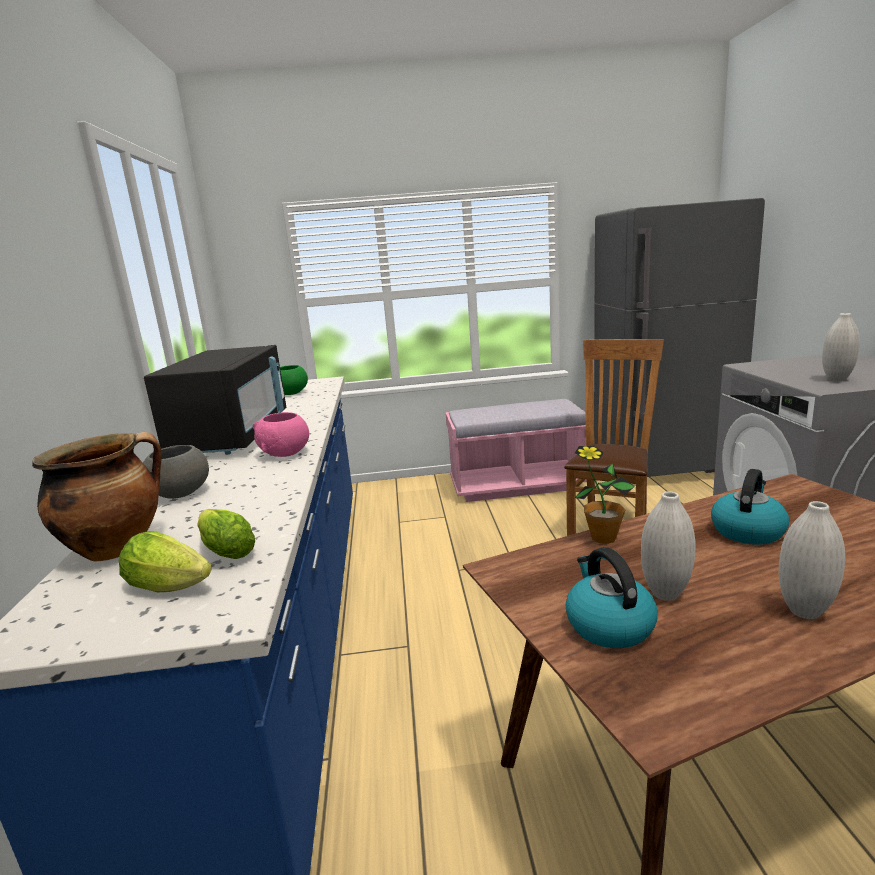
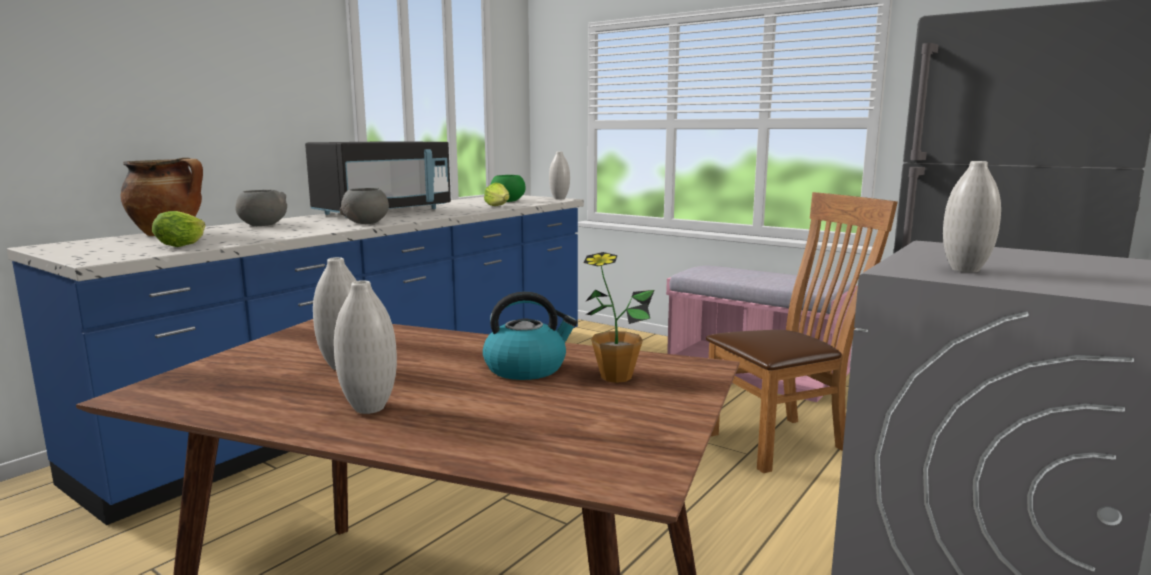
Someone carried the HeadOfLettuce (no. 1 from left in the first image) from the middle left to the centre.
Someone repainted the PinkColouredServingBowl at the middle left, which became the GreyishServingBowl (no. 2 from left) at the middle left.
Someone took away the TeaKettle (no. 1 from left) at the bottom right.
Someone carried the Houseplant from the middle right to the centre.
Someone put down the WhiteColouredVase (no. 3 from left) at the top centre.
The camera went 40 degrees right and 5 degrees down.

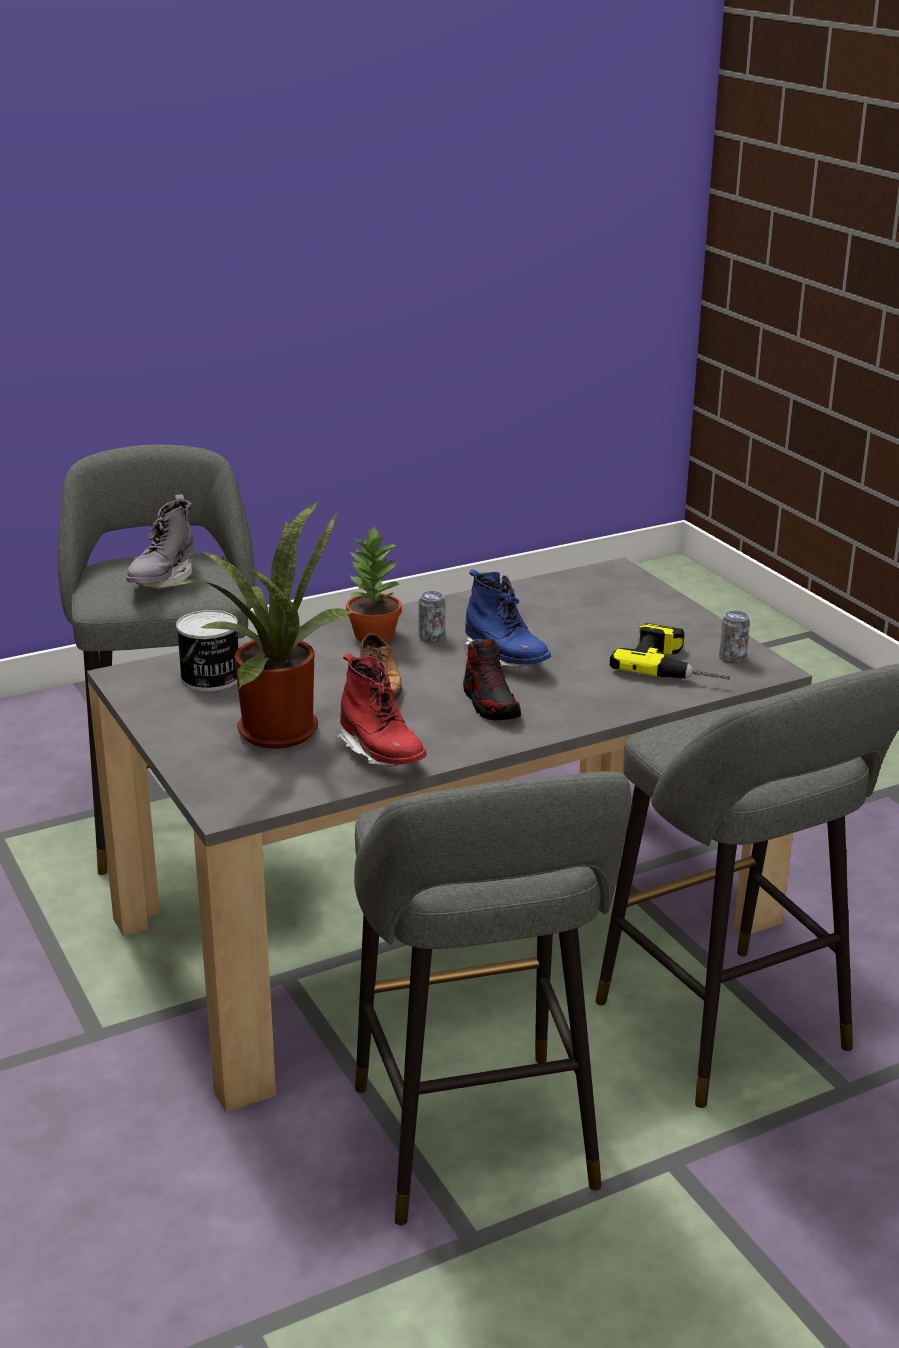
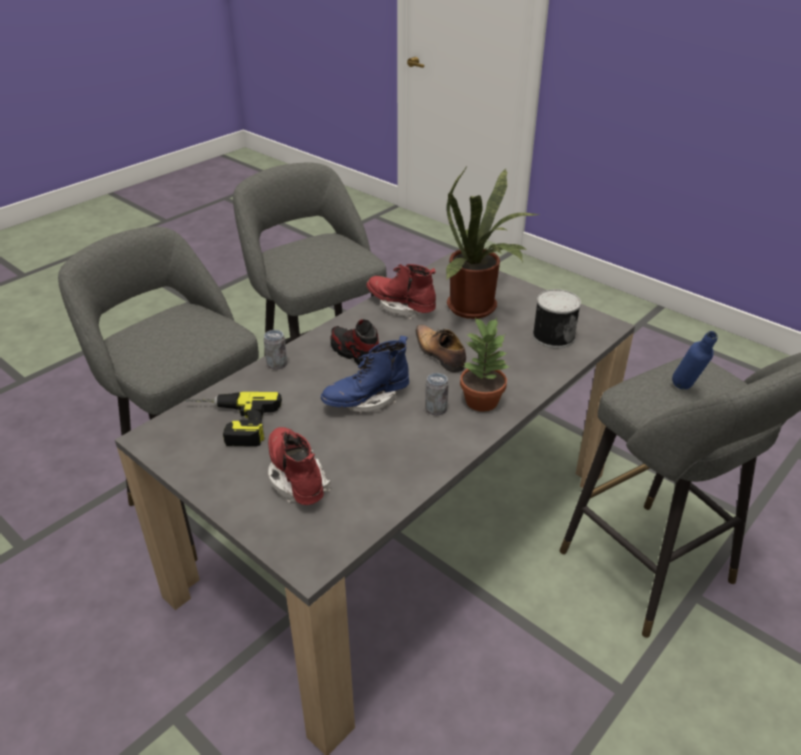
Someone swapped the GreyishBoot at the middle left for the BluishDrinkBottle at the middle right.
Someone rotated the BluishBoot at the centre by 60 degrees counterclockwise.
Someone carried the MetalCan (no. 3 from left in the first image) from the middle right to the centre.
Someone put down the ReddishBoot (no. 1 from left) at the centre.
The camera went 160 degrees right and 10 degrees up.

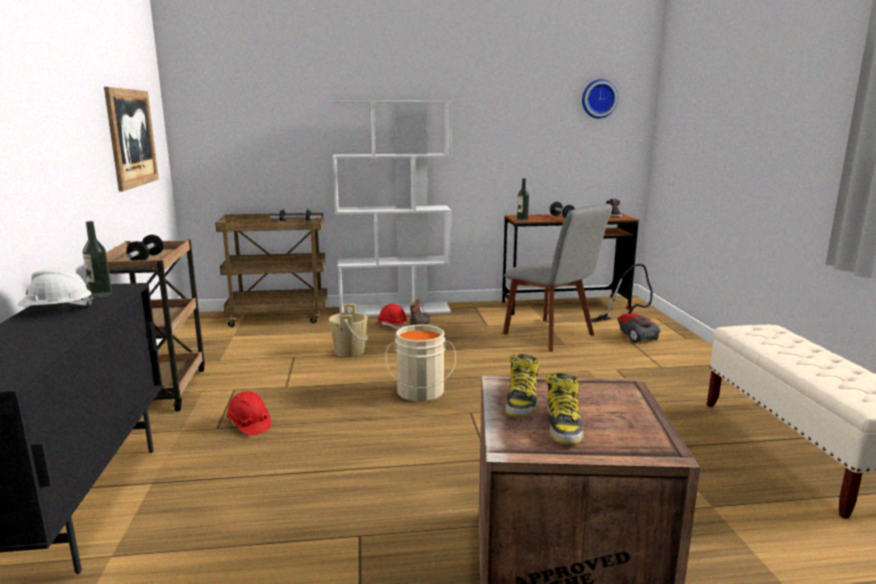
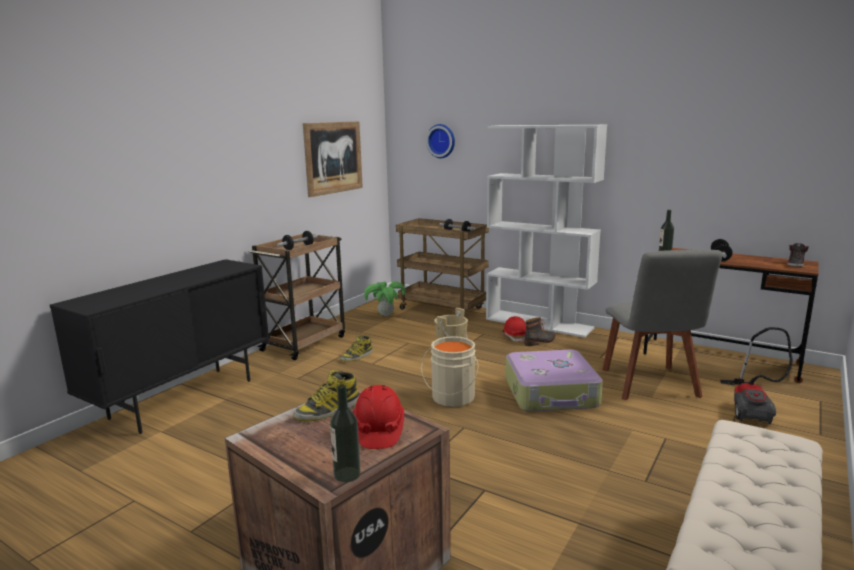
Someone took away the WhiteColouredWorkHelmet at the middle left.
Someone carried the DrinkBottle (no. 1 from left) from the middle left to the bottom centre.
Someone carried the ReddishWorkHelmet (no. 1 from left) from the bottom left to the bottom centre.
Someone carried the Boot (no. 3 from left in the first image) from the bottom centre to the centre.
Someone carried the WallClock from the top right to the top centre.
Someone put down the Houseplant at the centre.
Someone put down the TravelCase at the bottom centre.
The camera went 40 degrees right and 0 degrees up.

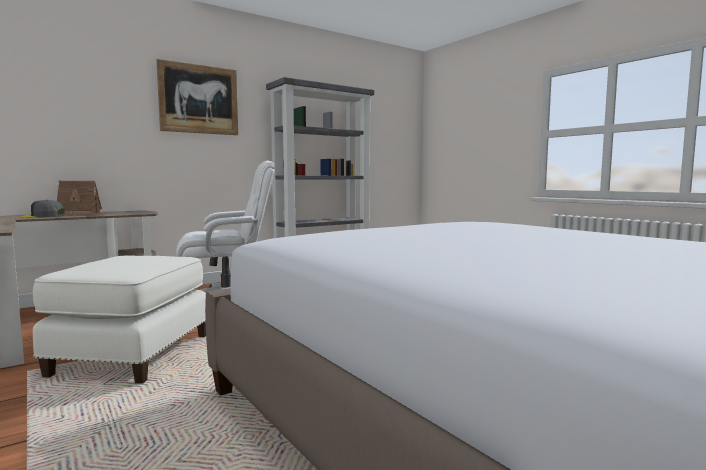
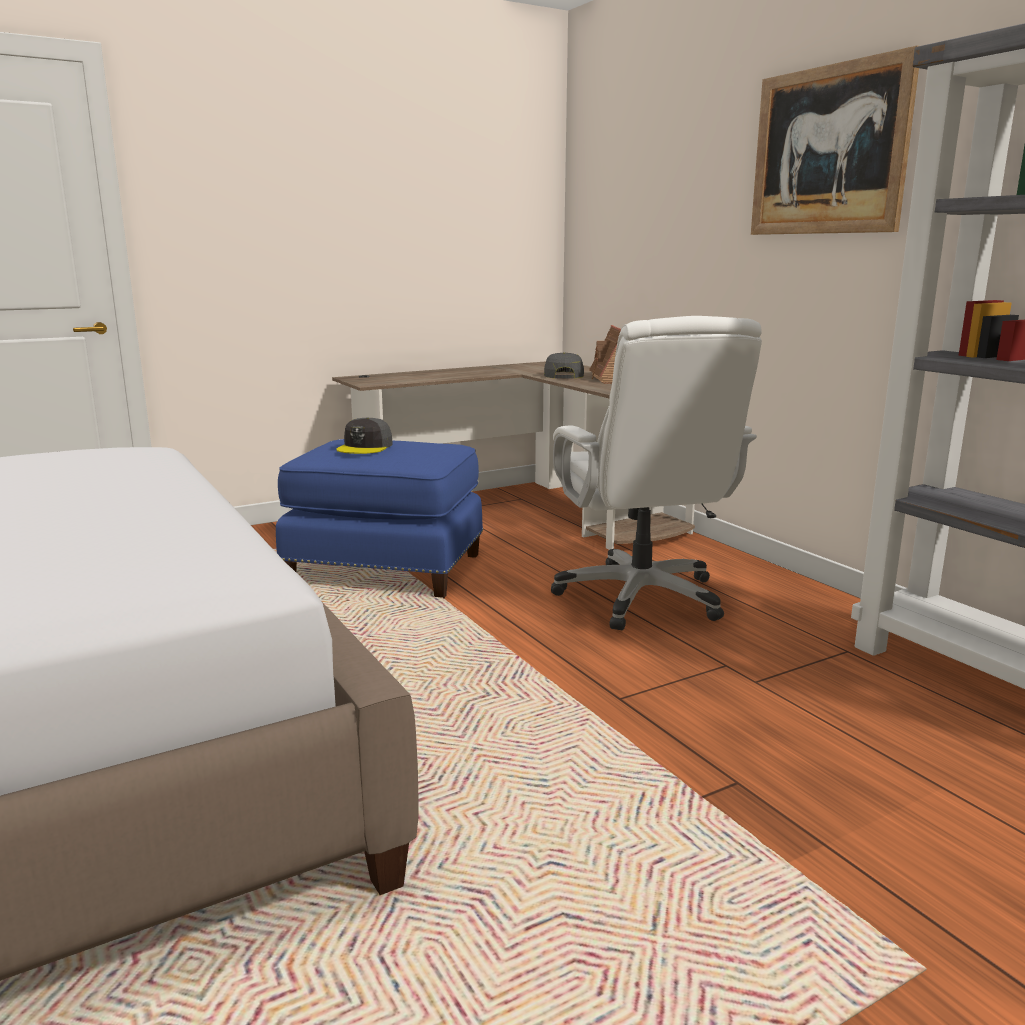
Someone repainted the WhiteColouredOttoman at the bottom left, which became the BluishOttoman at the centre.
Someone put down the GreyishCap (no. 1 from left) at the centre.
The camera went 95 degrees right and 10 degrees up.

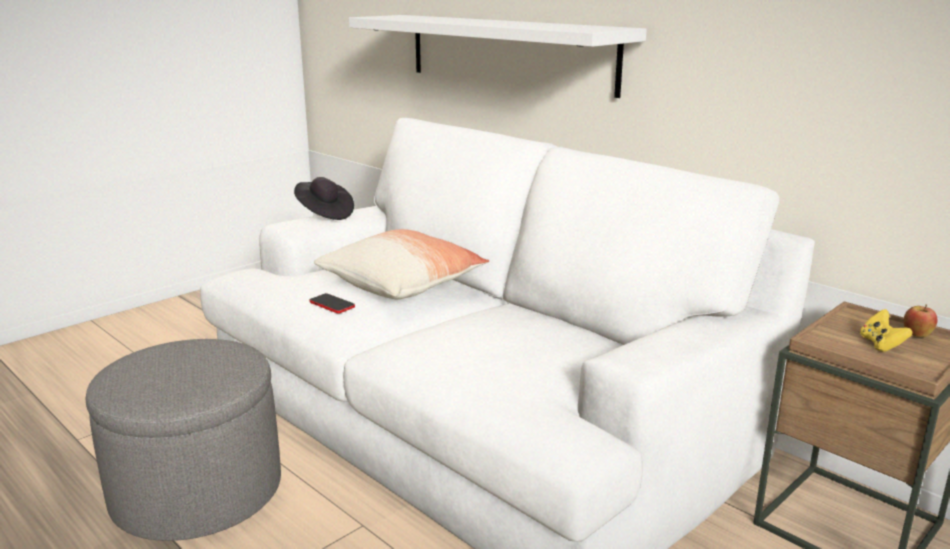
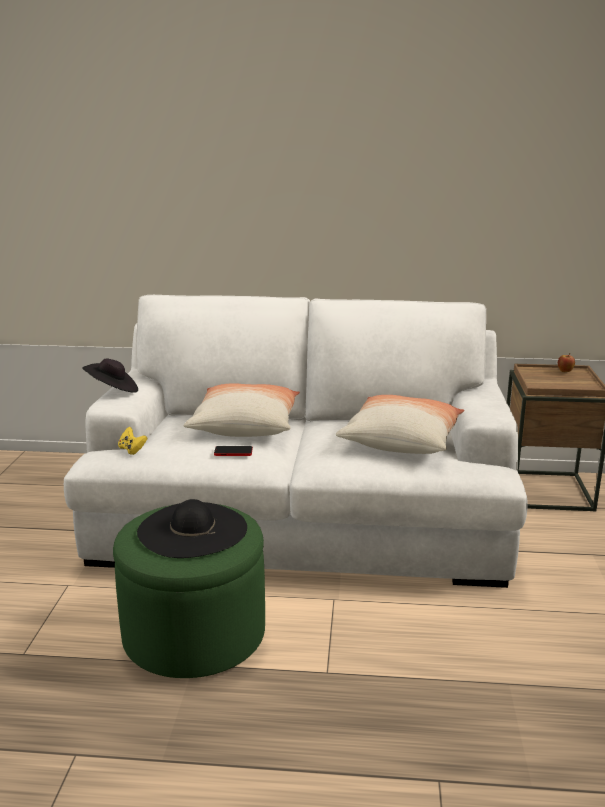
Someone repainted the GreyishOttoman at the bottom left, which became the GreenColouredOttoman at the bottom left.
Someone took away the WhiteColouredWallShelf at the top centre.
Someone carried the YellowColouredGamepad from the middle right to the middle left.
Someone put down the BlackHat (no. 2 from left) at the middle left.
Someone put down the Cushion (no. 2 from left) at the centre.
The camera went 40 degrees left and 0 degrees up.

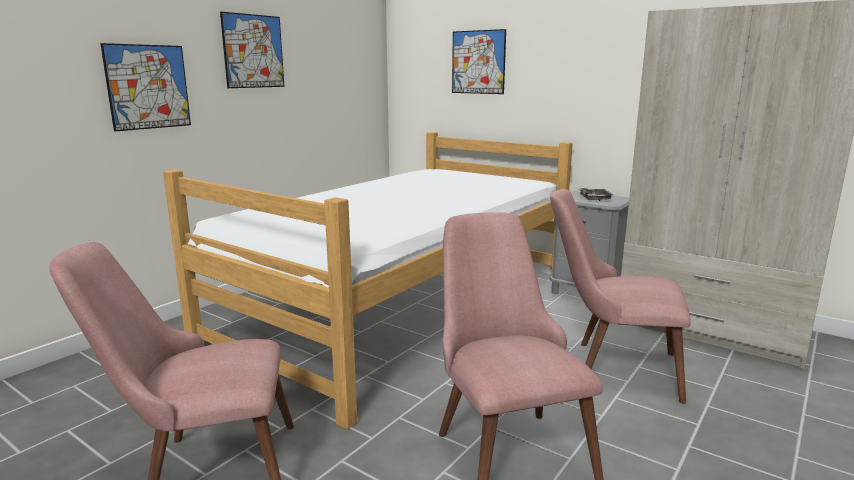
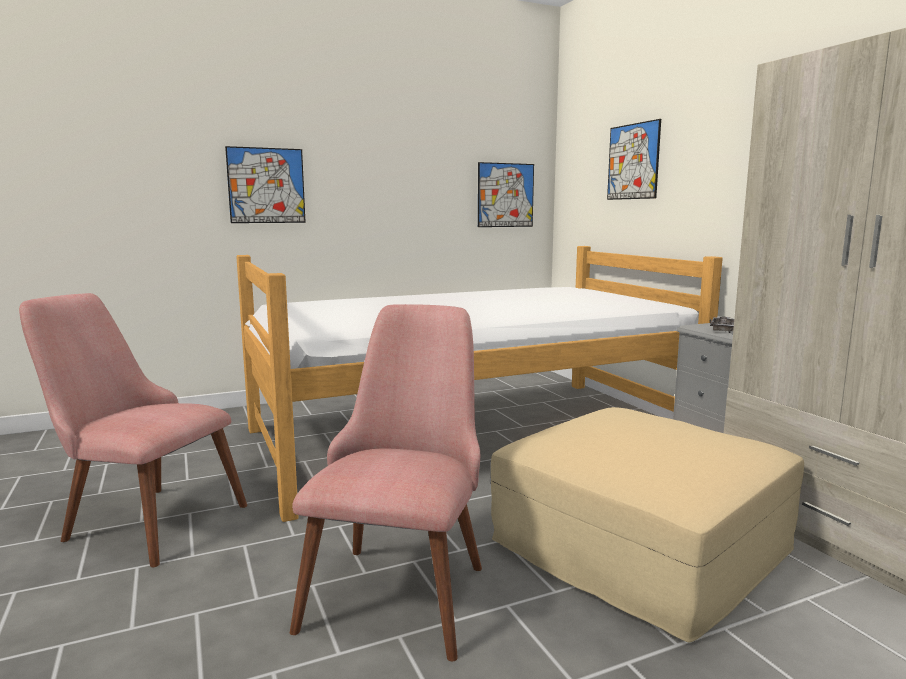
Someone carried the Picture (no. 2 from left) from the top left to the top centre.
Someone swapped the PinkColouredPlainChair (no. 3 from left) at the middle right for the SandColouredOttoman at the bottom right.
The camera went 30 degrees right and 5 degrees down.

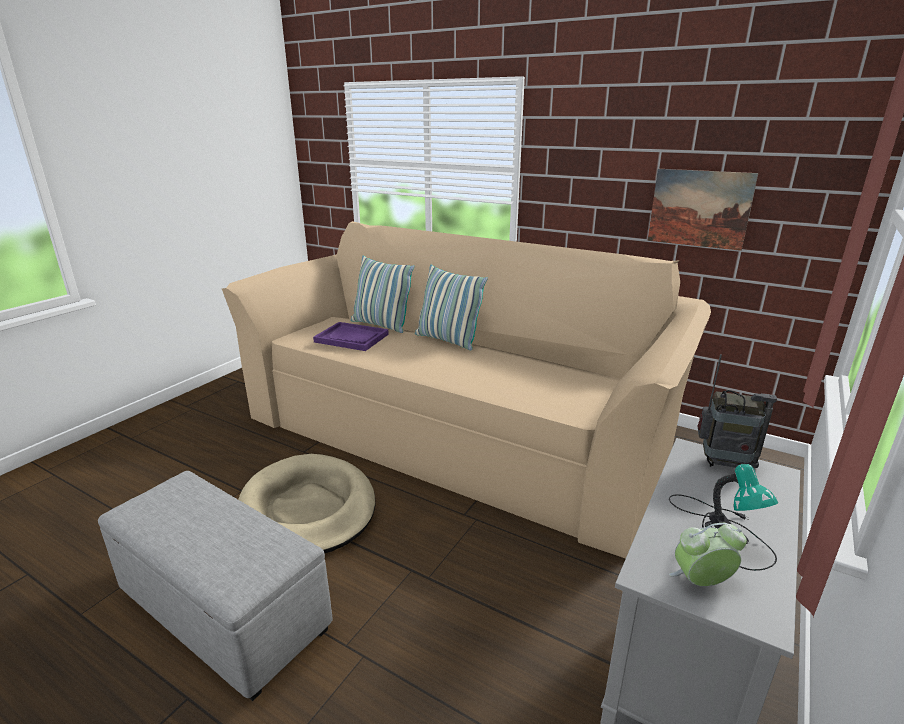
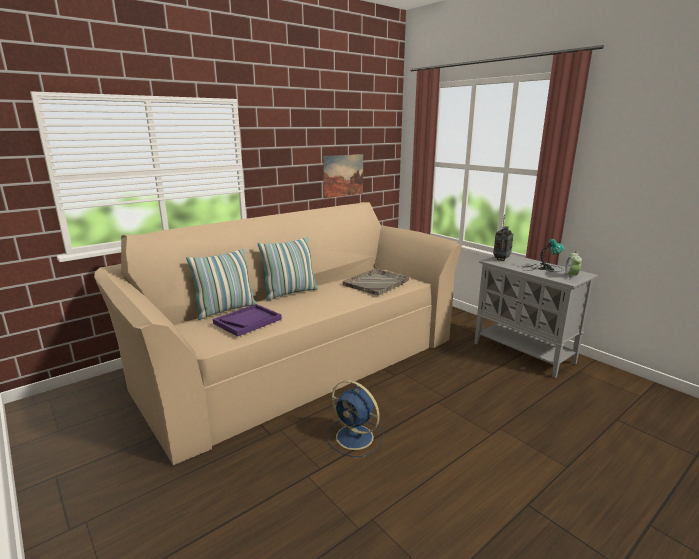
Someone took away the GreyishOttoman at the bottom left.
Someone swapped the SandColouredDogCushion at the bottom centre for the BluishElectricFan at the bottom centre.
Someone put down the GreyishServingTray at the centre.
The camera went 70 degrees left and 5 degrees down.

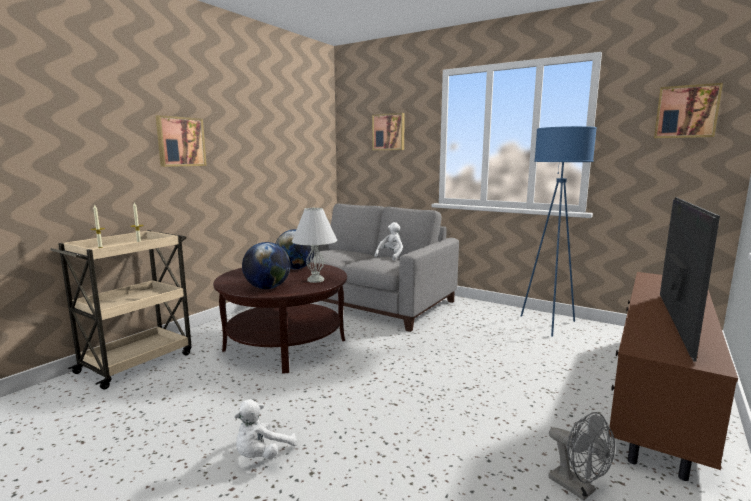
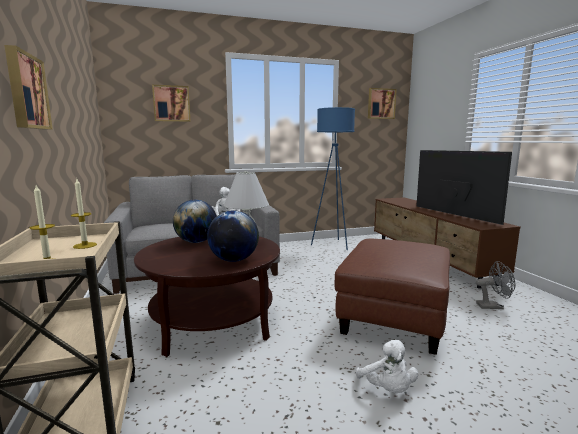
Someone put down the BrownColouredOttoman at the bottom right.
The camera went 50 degrees left and 0 degrees up.

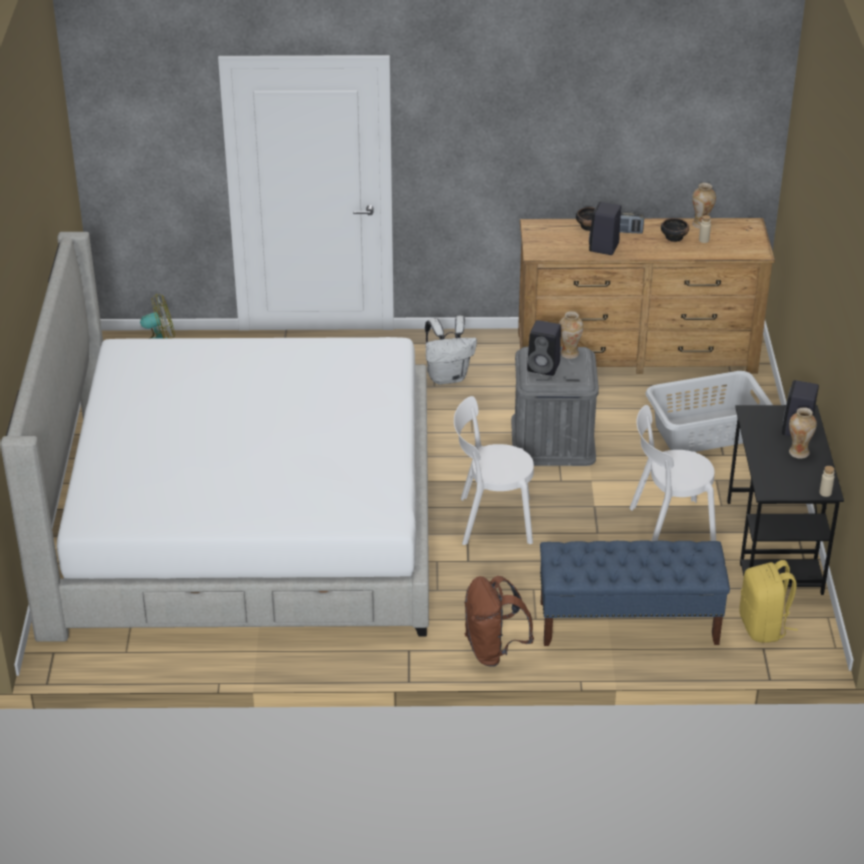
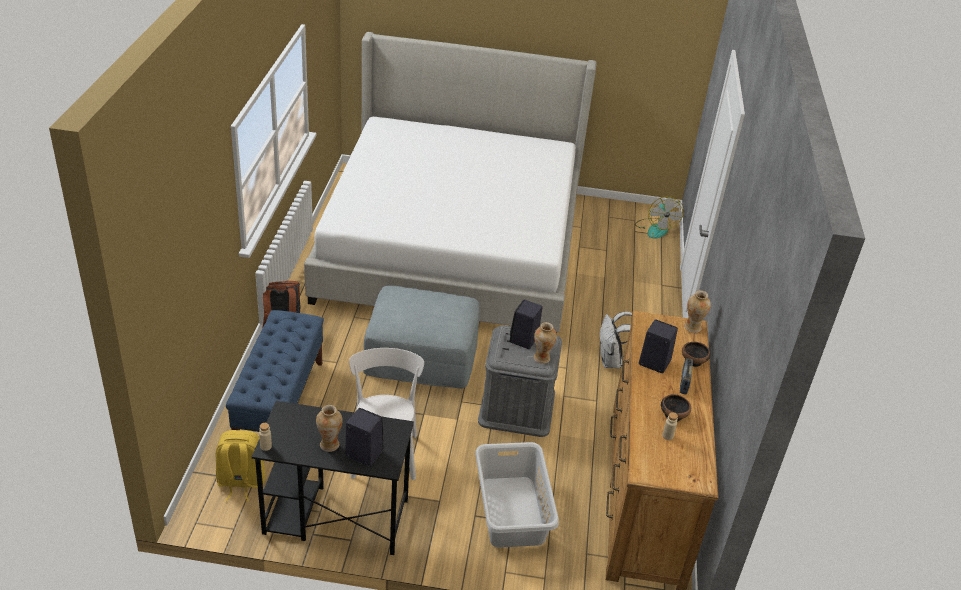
Someone swapped the WhiteColouredPlainChair (no. 1 from left) at the centre for the GreyishOttoman at the centre.
Someone carried the Vase (no. 2 from left in the first image) from the top right to the middle right.
The camera went 95 degrees right and 0 degrees up.

